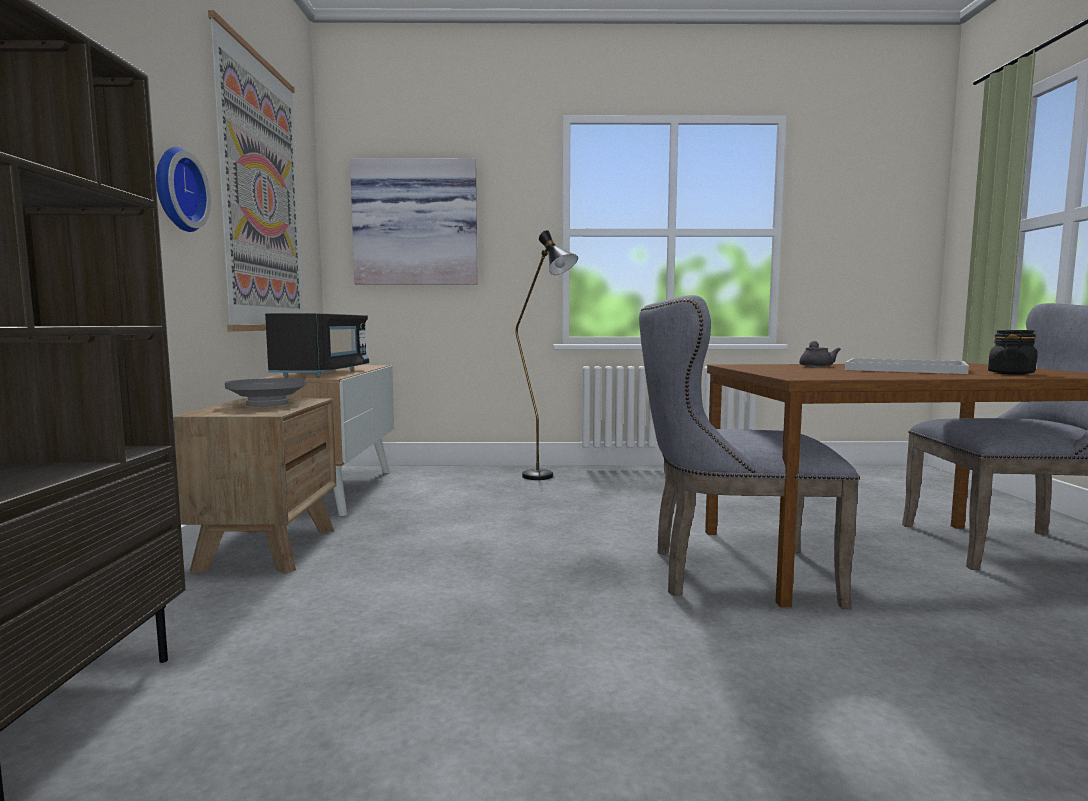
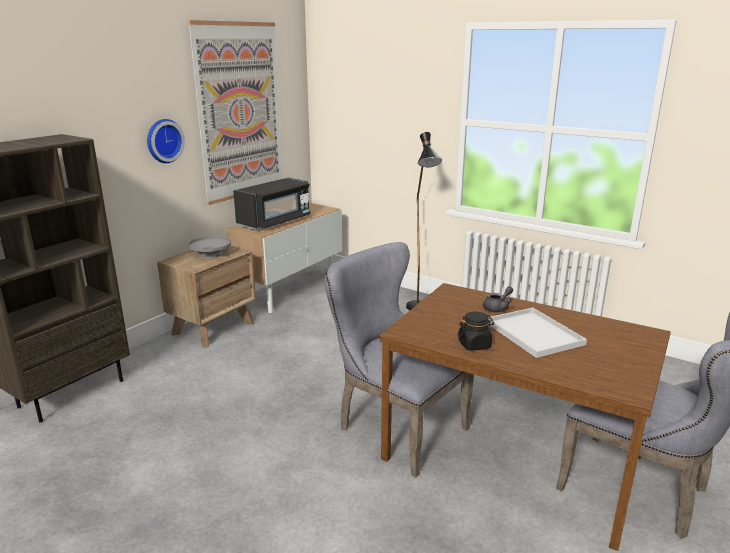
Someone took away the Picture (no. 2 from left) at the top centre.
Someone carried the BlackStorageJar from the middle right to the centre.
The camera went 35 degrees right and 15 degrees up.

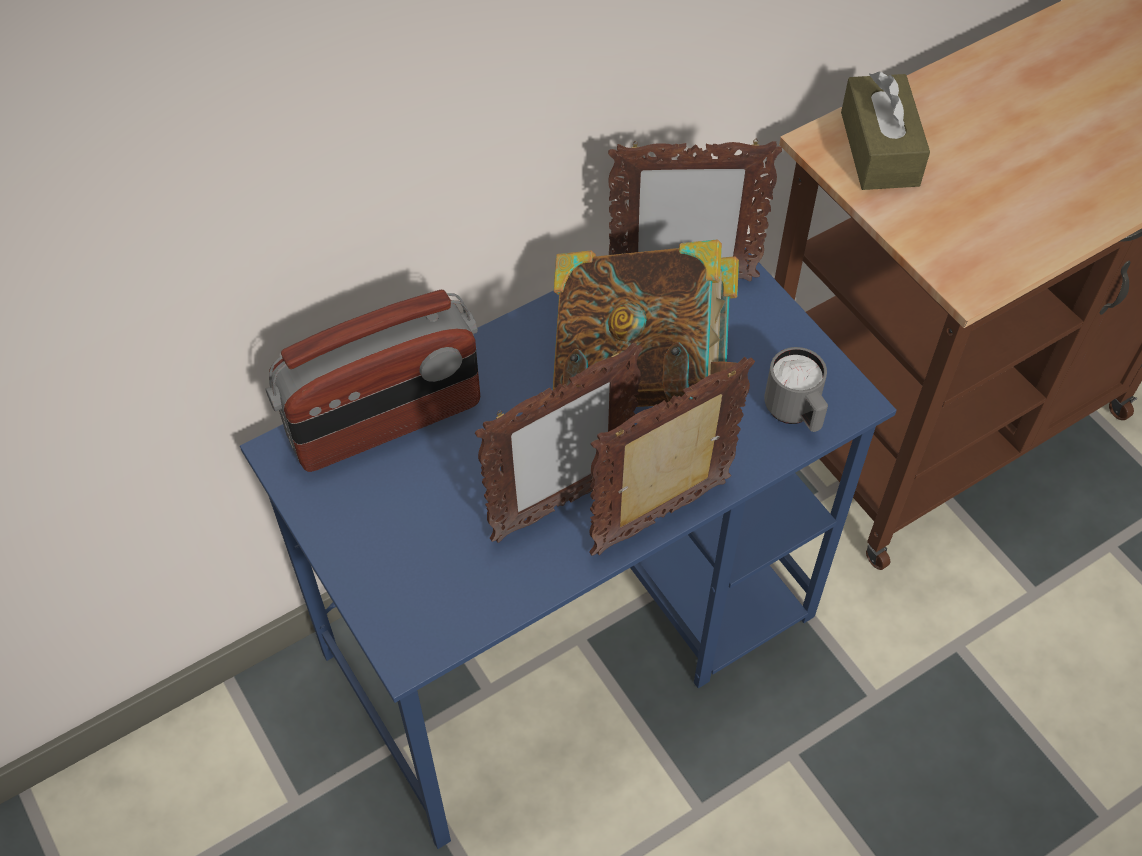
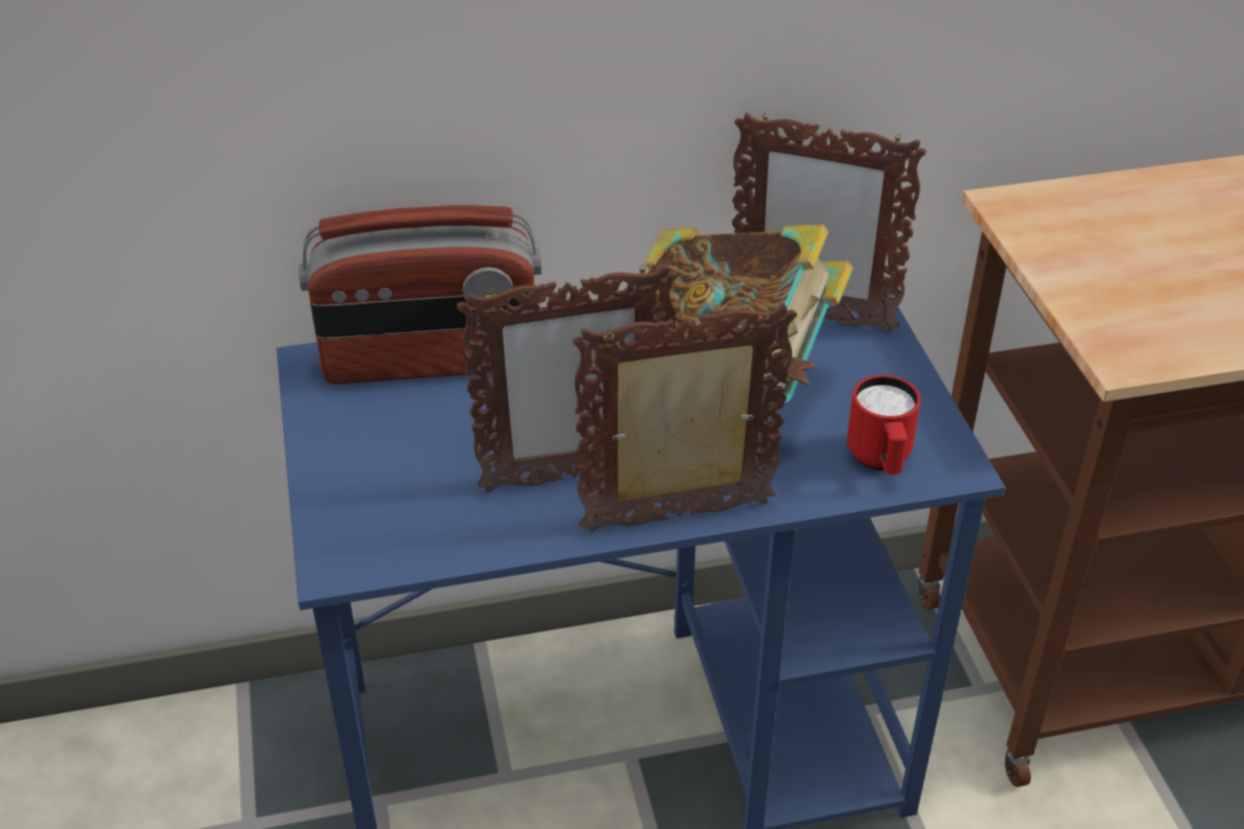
Someone repainted the GreyishMug at the middle right, which became the ReddishMug at the middle right.
Someone took away the BrownColouredTissueHolder at the top right.
The camera went 20 degrees right and 15 degrees down.

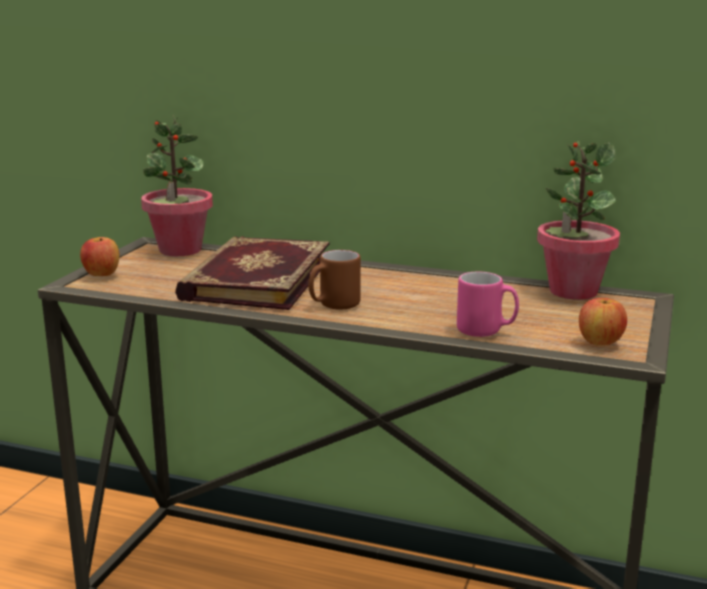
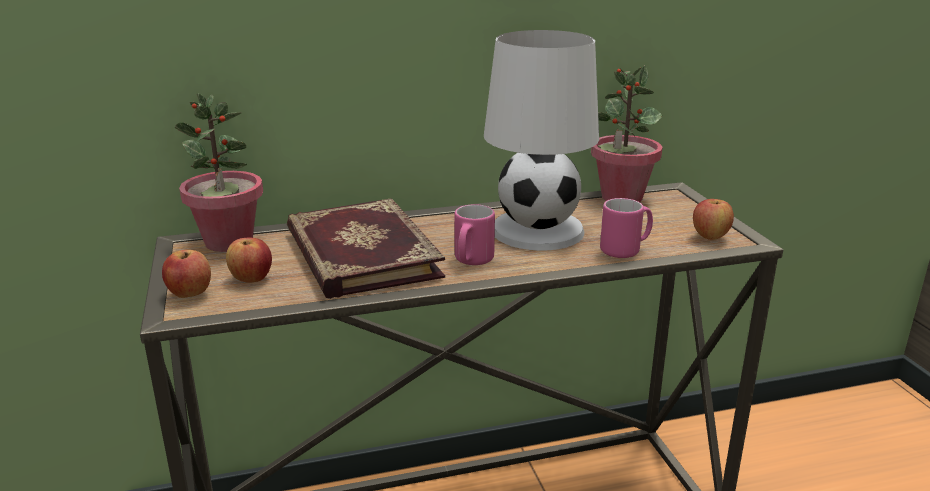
Someone repainted the BrownColouredMug at the centre, which became the PinkColouredMug (no. 1 from left) at the centre.
Someone put down the AppleFruit (no. 2 from left) at the middle left.
Someone put down the WhiteColouredLampForATable at the top centre.
The camera went 35 degrees left and 5 degrees up.

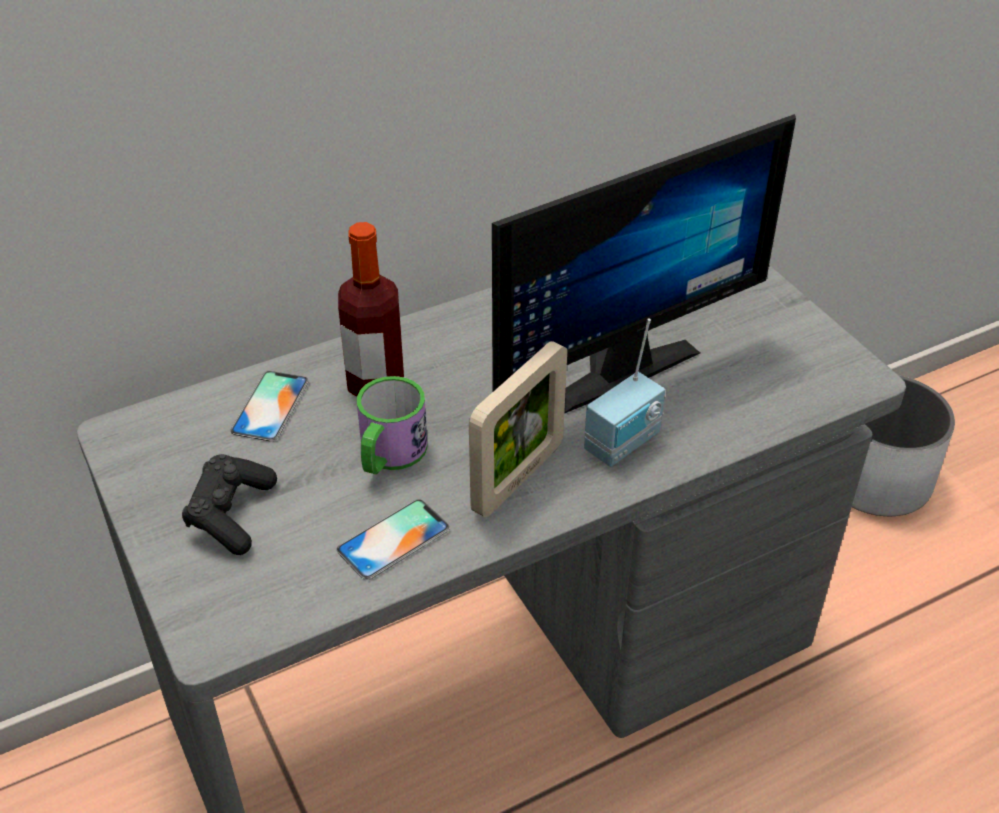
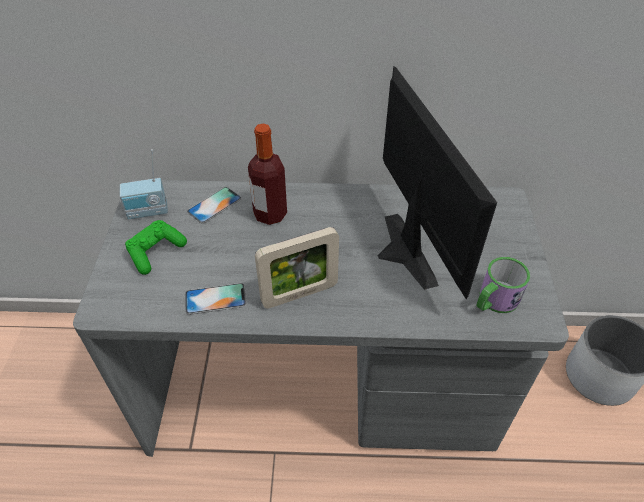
Someone repainted the BlackGamepad at the middle left, which became the GreenColouredGamepad at the middle left.
Someone carried the Mug from the centre to the middle right.
Someone rotated the Monitor at the top centre by 105 degrees counterclockwise.
Someone carried the Radio from the centre to the middle left.
The camera went 30 degrees right and 5 degrees up.

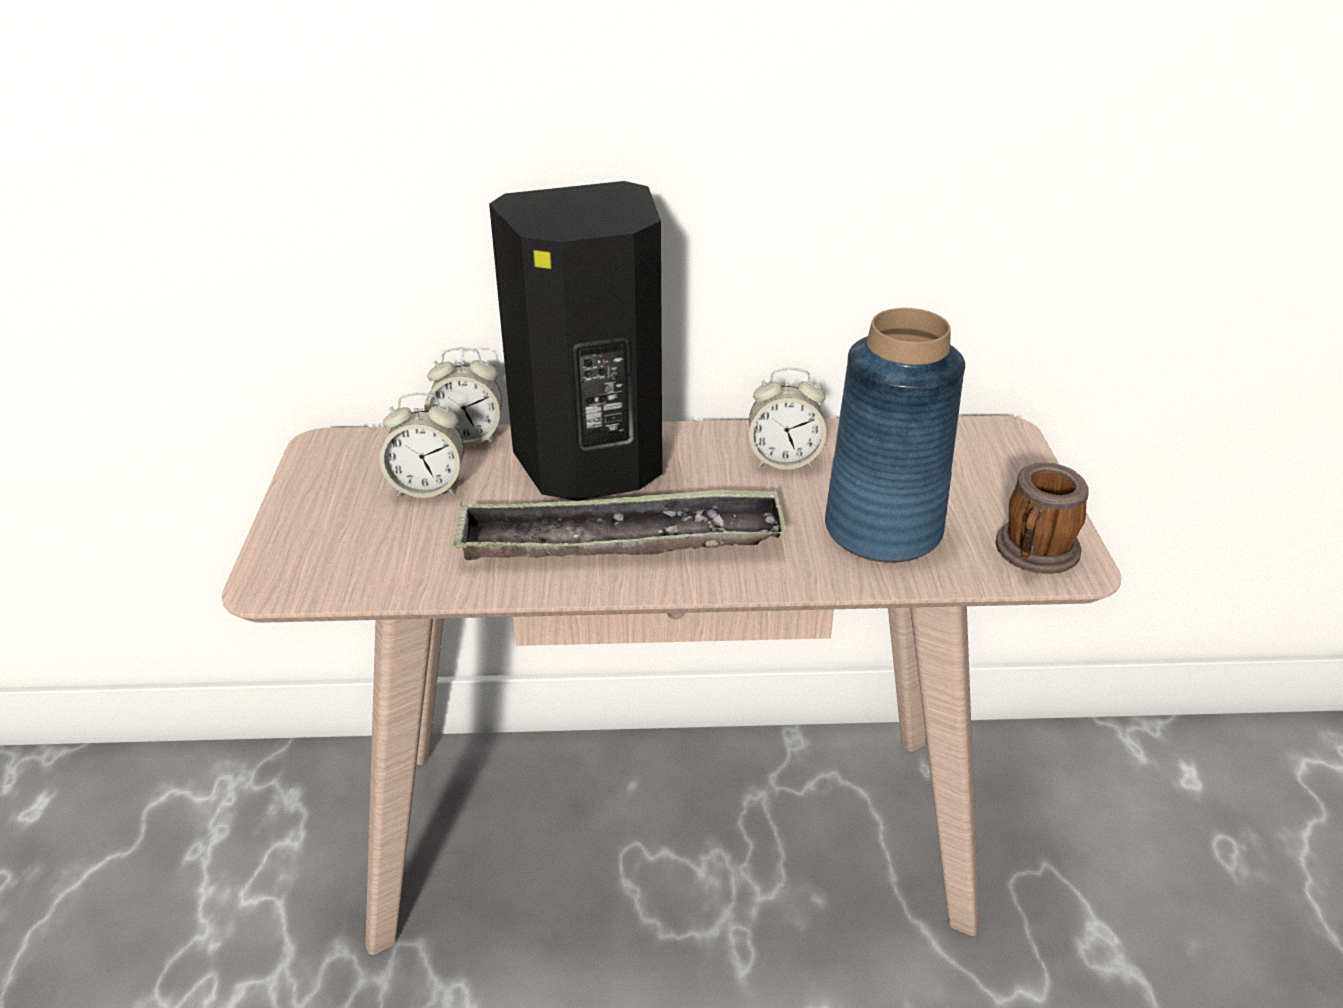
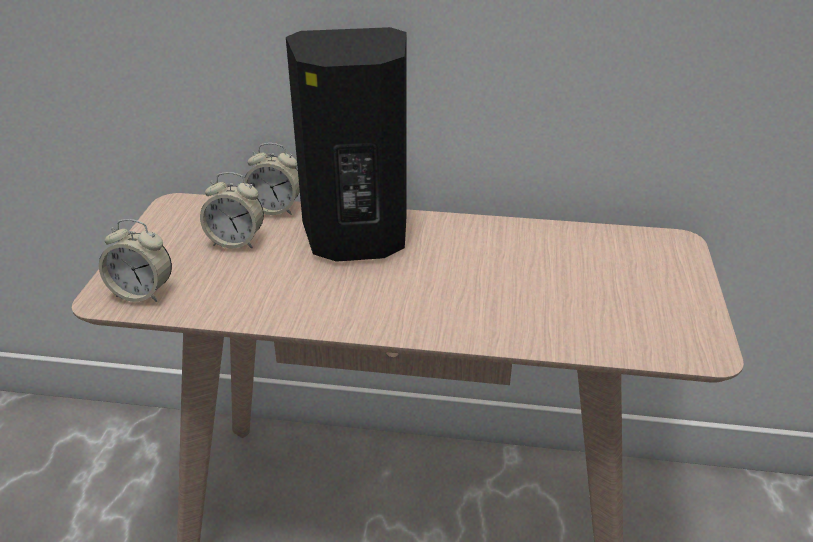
Someone took away the ServingTray at the centre.
Someone carried the TableClock (no. 3 from left in the first image) from the centre to the middle left.
Someone took away the BluishVase at the centre.
Someone took away the Mug at the middle right.
The camera went 10 degrees right and 0 degrees up.

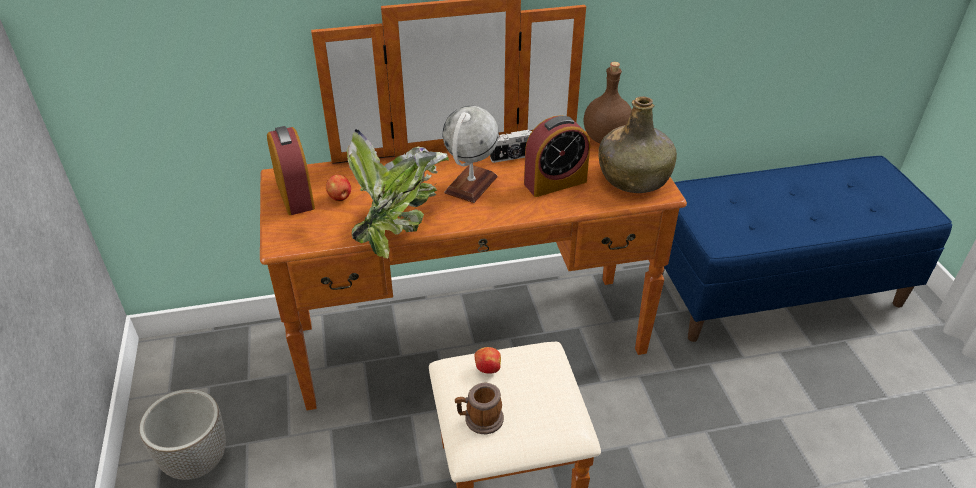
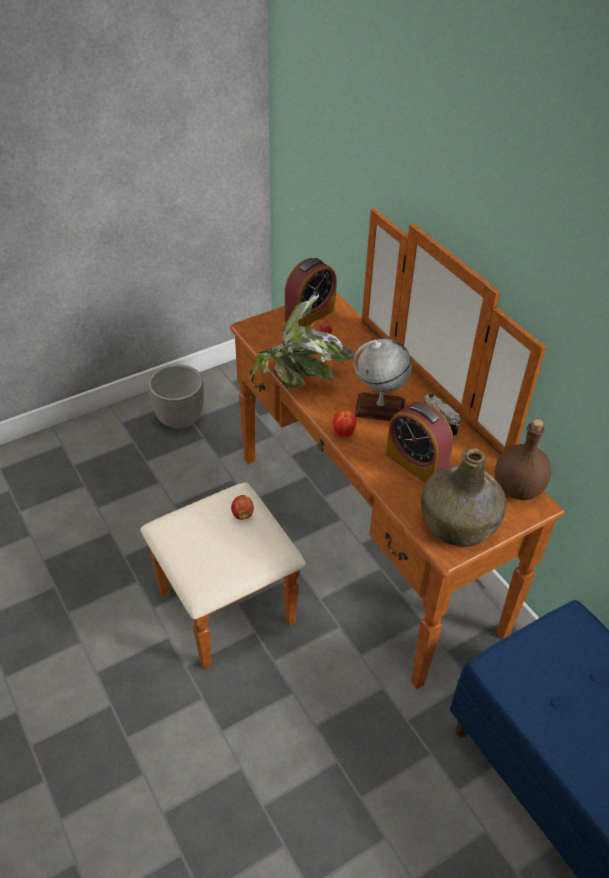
Someone took away the Mug at the bottom centre.
Someone put down the AppleFruit (no. 3 from left) at the centre.
The camera went 70 degrees right and 5 degrees up.

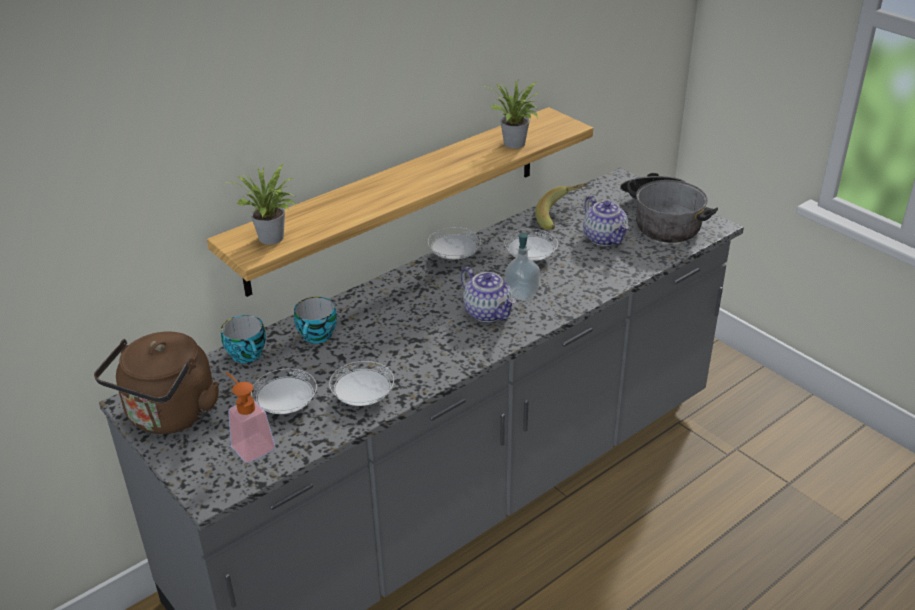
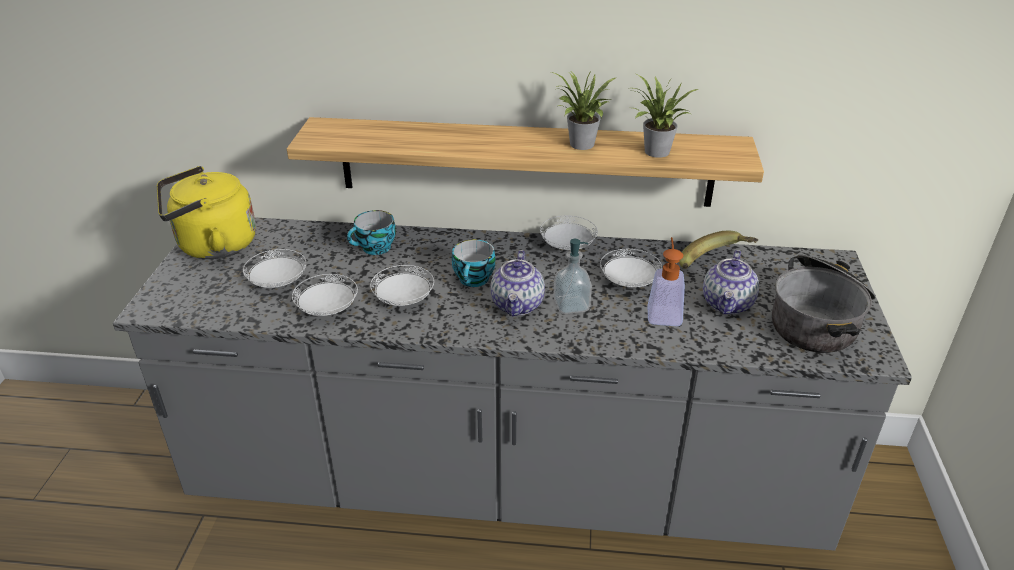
Someone repainted the BrownColouredTeaKettle at the middle left, which became the YellowColouredTeaKettle at the middle left.
Someone carried the Houseplant (no. 1 from left) from the middle left to the top centre.
Someone carried the Cup (no. 1 from left in the first image) from the middle left to the centre.
Someone carried the LiquidSoapBottle (no. 1 from left in the first image) from the bottom left to the centre.
Someone put down the WhiteColouredPlate (no. 3 from left) at the centre.
The camera went 45 degrees right and 0 degrees up.

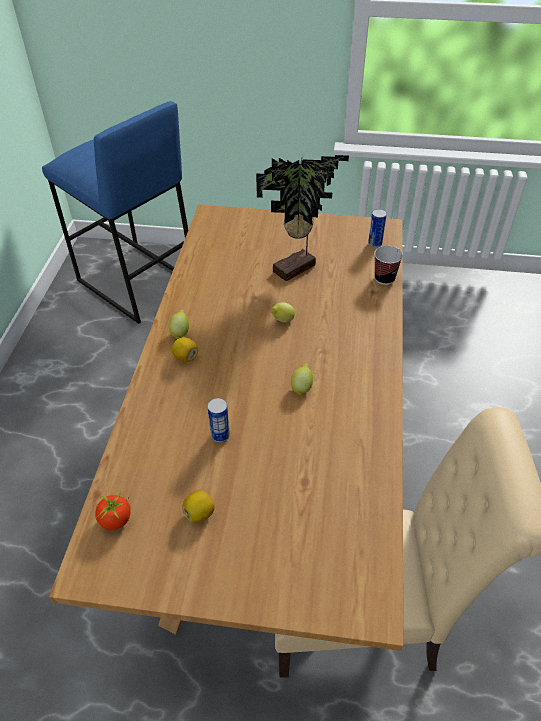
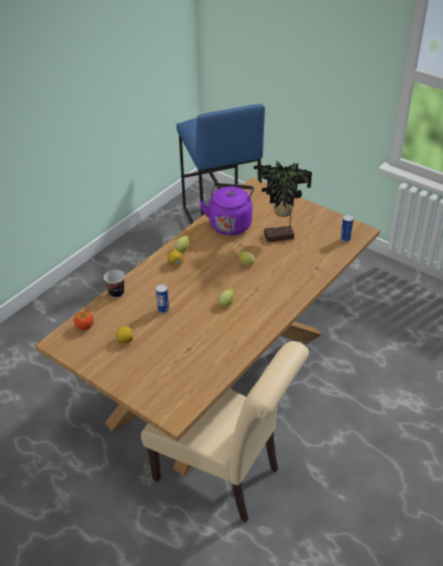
Someone carried the Cup from the middle right to the middle left.
Someone put down the PurpleTeaKettle at the centre.
The camera went 30 degrees right and 5 degrees down.

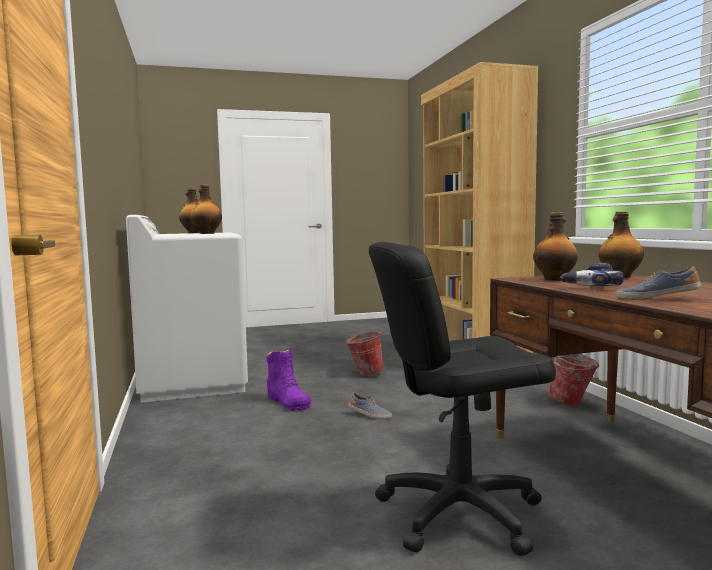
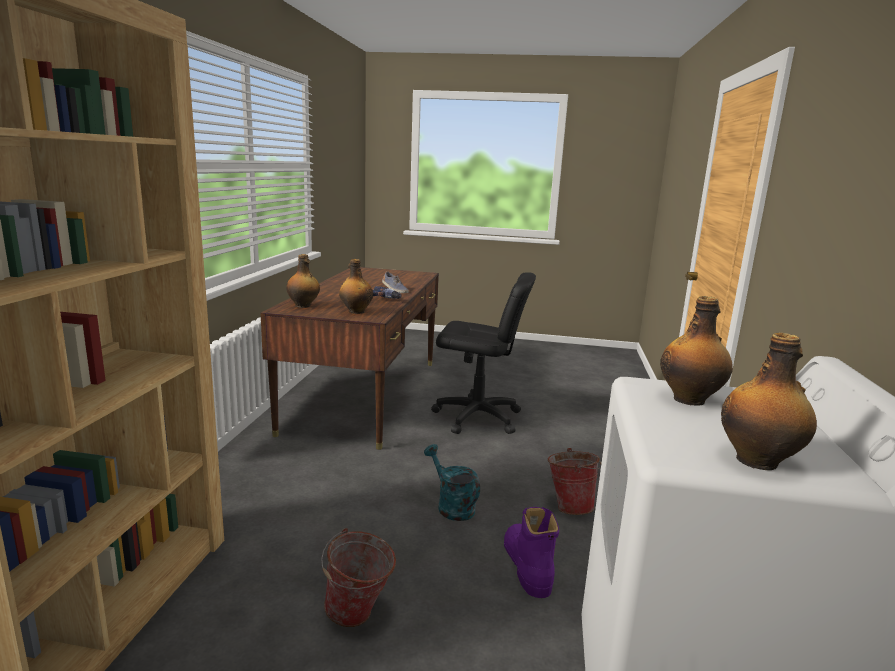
Someone swapped the Shoe (no. 1 from left) at the bottom centre for the BlueGreenWateringPot at the bottom centre.
Someone carried the WaterBucket (no. 2 from left) from the bottom right to the bottom centre.
The camera went 155 degrees left and 10 degrees up.

